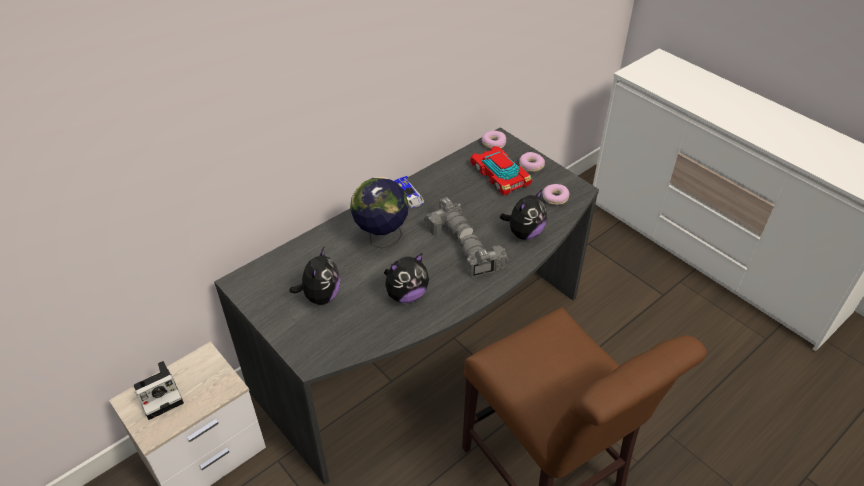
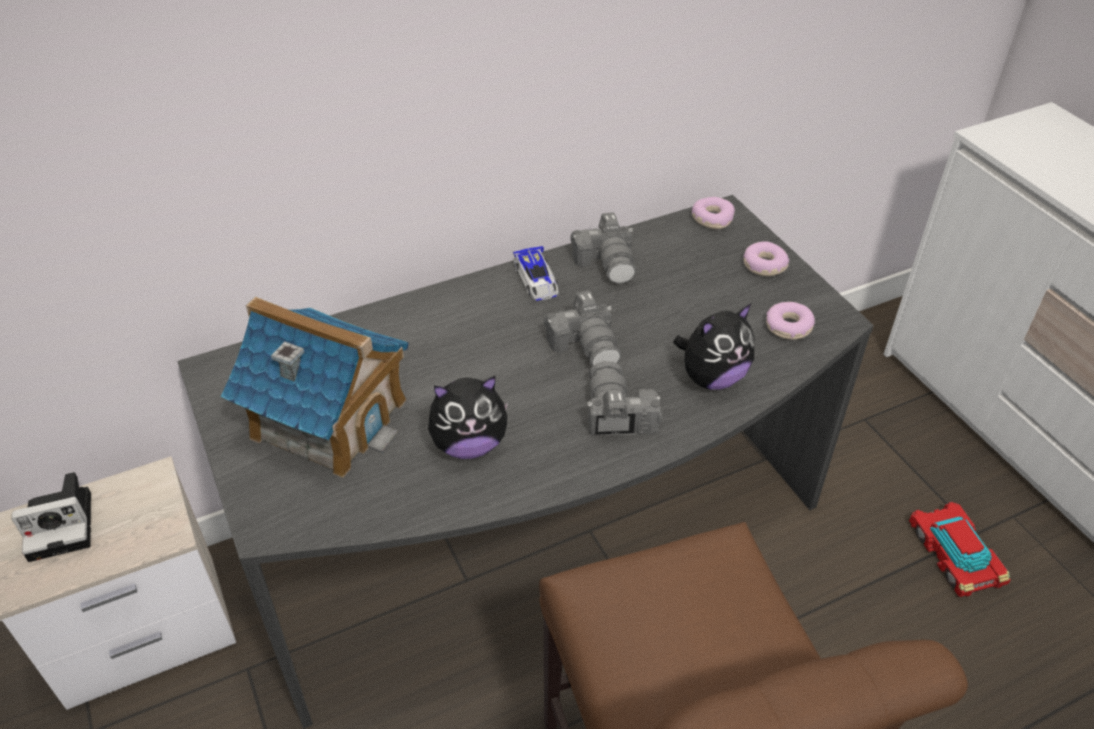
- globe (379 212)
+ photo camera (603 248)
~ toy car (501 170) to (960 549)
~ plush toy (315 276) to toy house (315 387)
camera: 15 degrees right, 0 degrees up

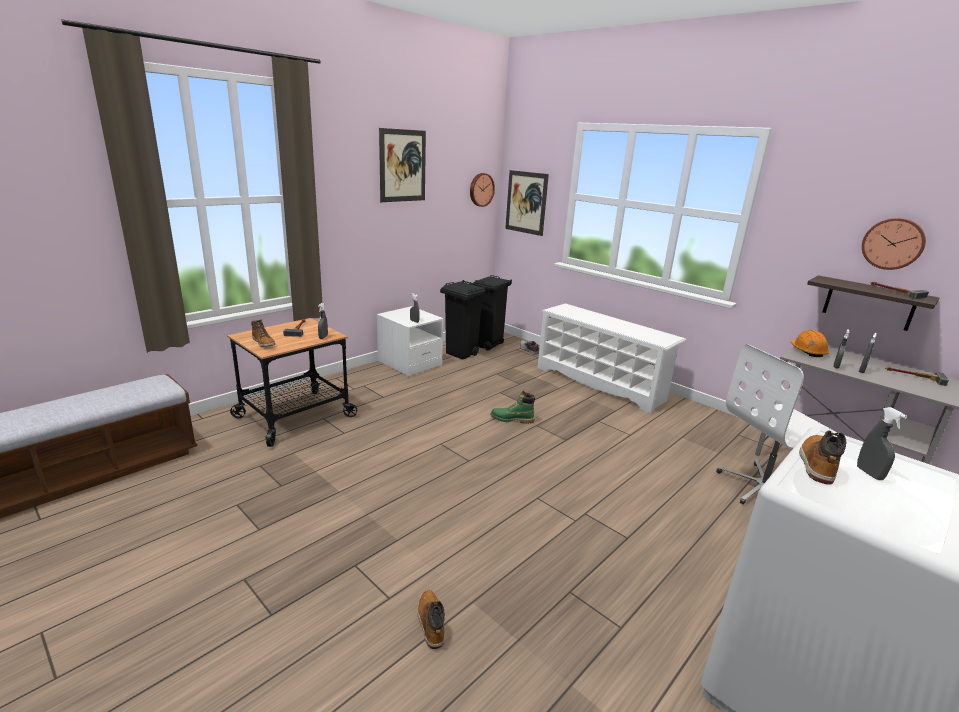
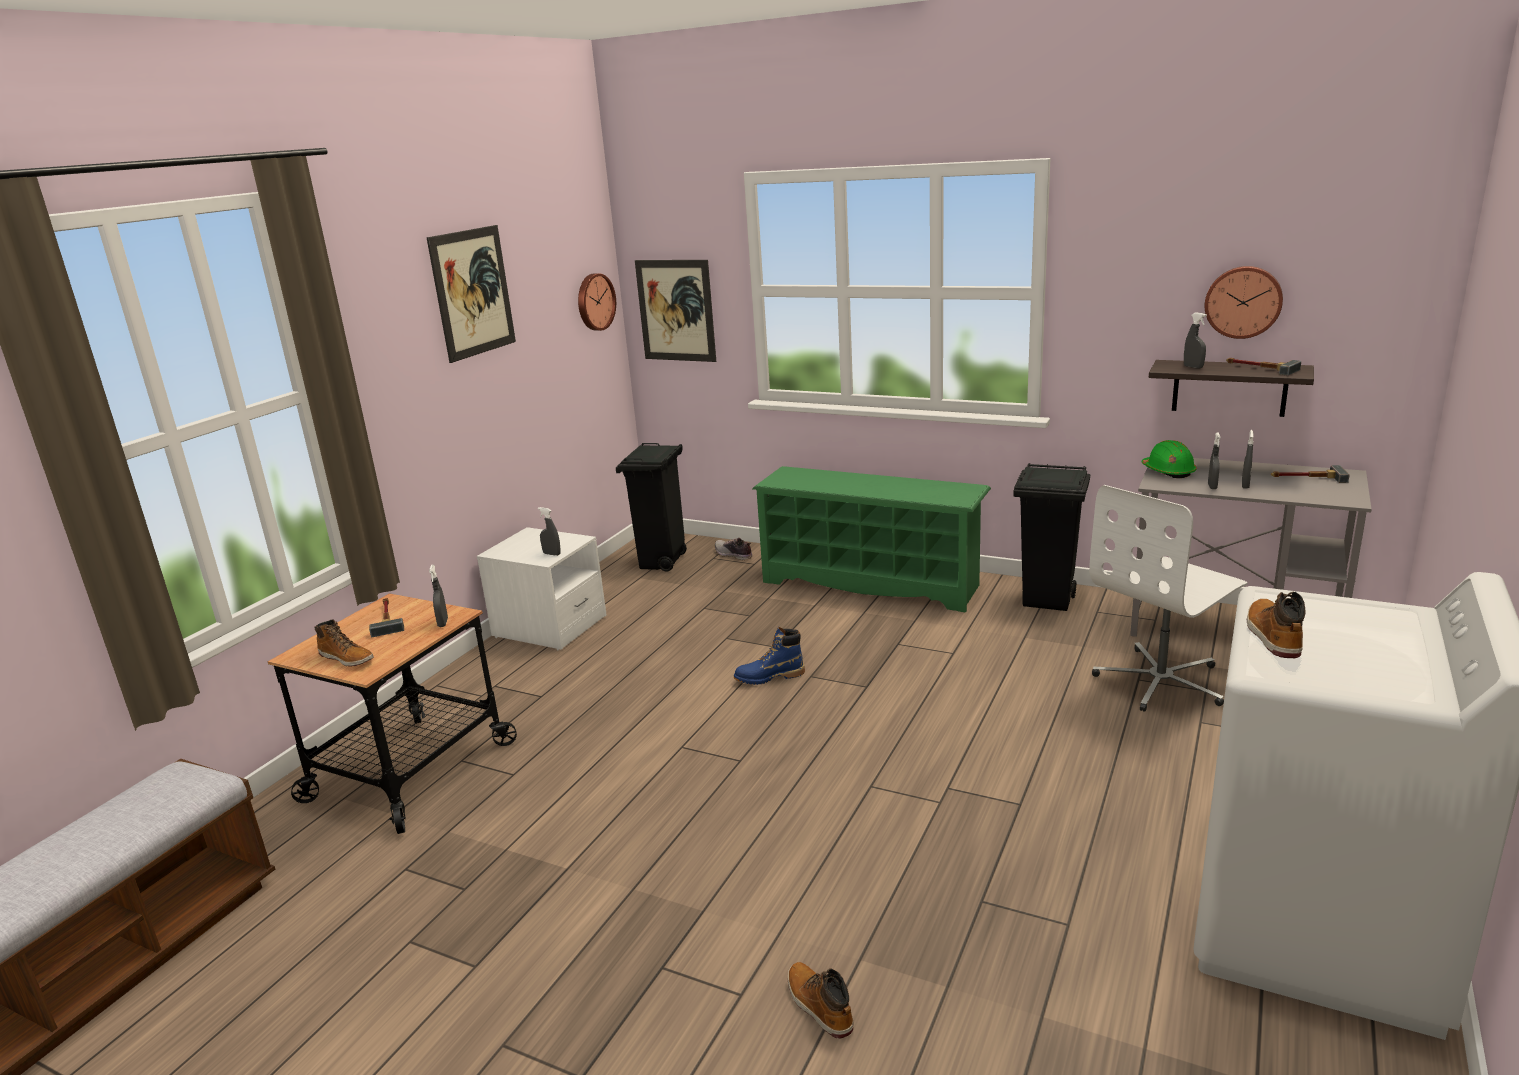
~ black trash can (463 320) to (1051 537)
~ grey spray bottle (882 443) to (1195 340)
~ green boot (512 407) to blue boot (769 656)
~ white shoe rack (612 359) to green shoe rack (871 539)
~ orange hard hat (809 343) to green hard hat (1169 459)
camera: 15 degrees left, 0 degrees up

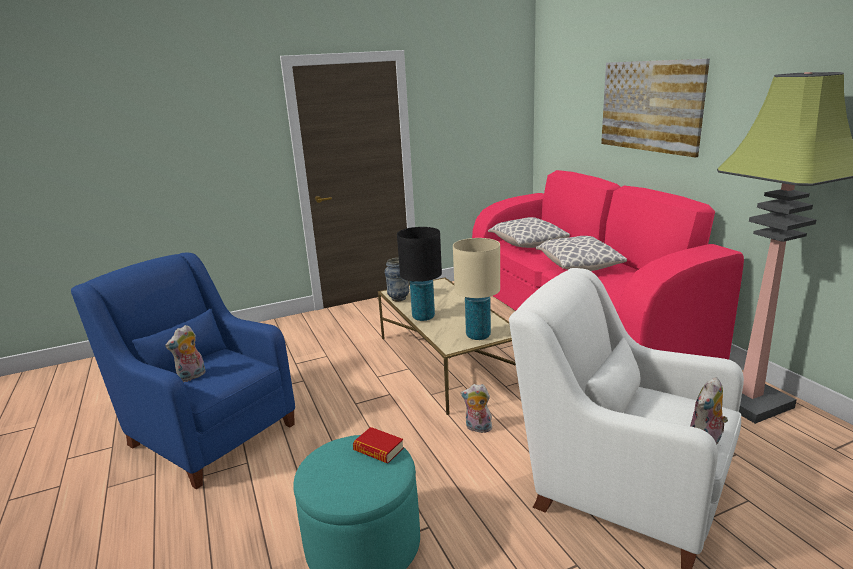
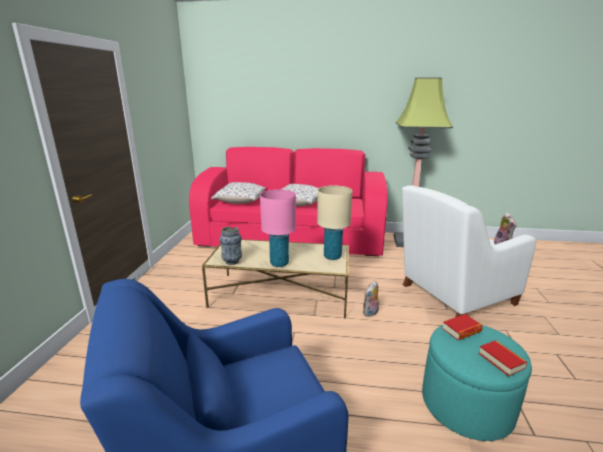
- plush toy (185 353)
- picture (655 108)
+ book (503 358)
~ black table lamp (419 274) to pink table lamp (278 228)
camera: 60 degrees left, 0 degrees up

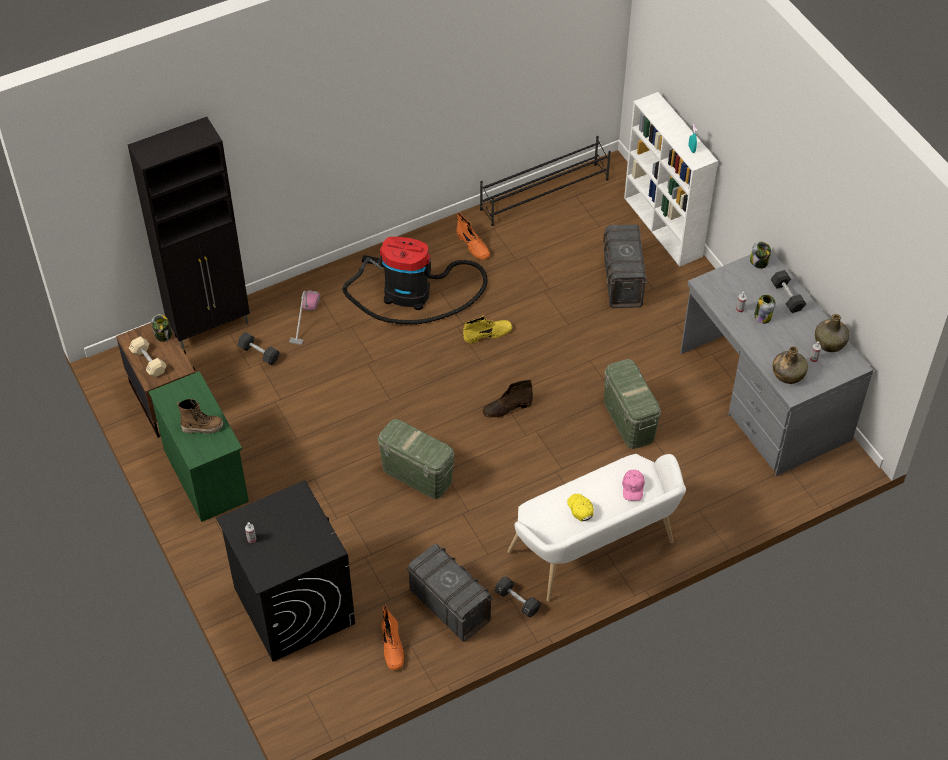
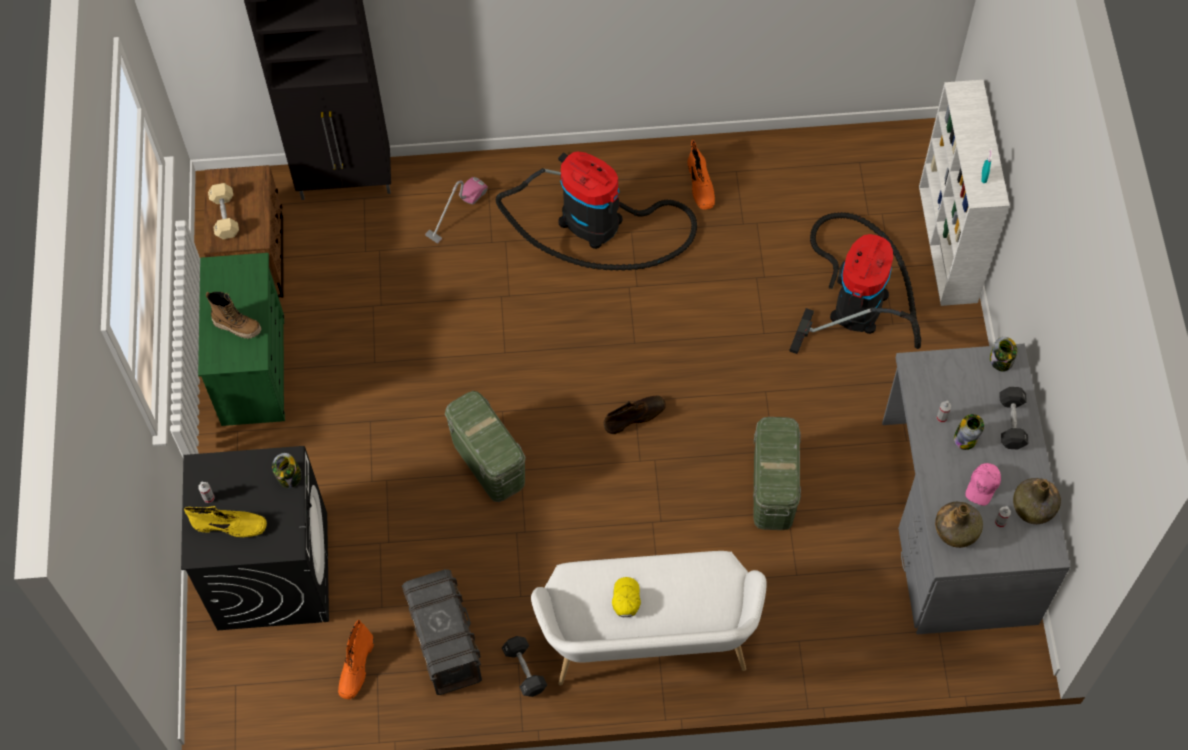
- black dumbbell (259 348)
- black shoe rack (545 181)
~ jar (161 328) to (287 470)
~ yellow boot (487 329) to (225 522)
~ pink cap (633 485) to (983 484)
~ grey storage box (625 266) to vacuum cleaner (855 283)
~ brown boot (508 399) = (635 414) 150 degrees clockwise
camera: 25 degrees right, 10 degrees up

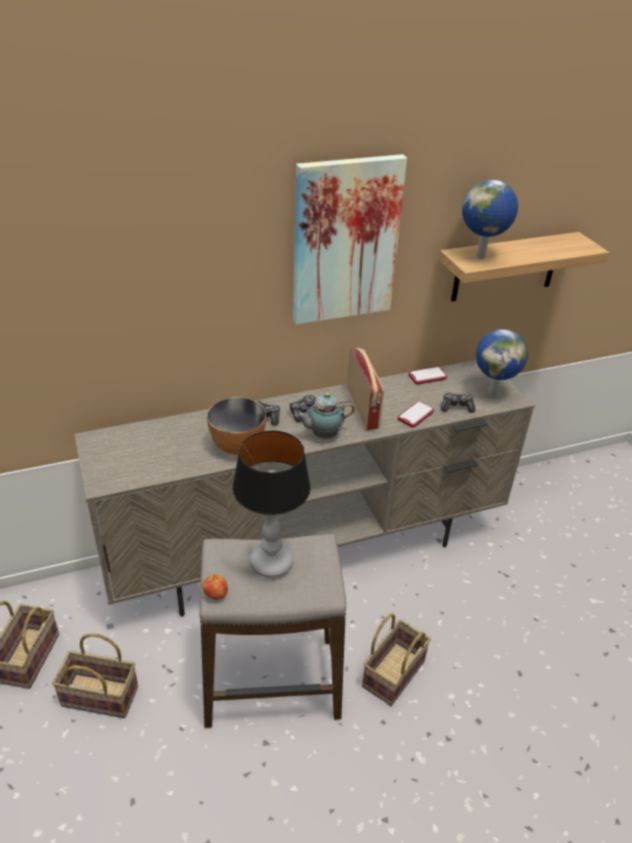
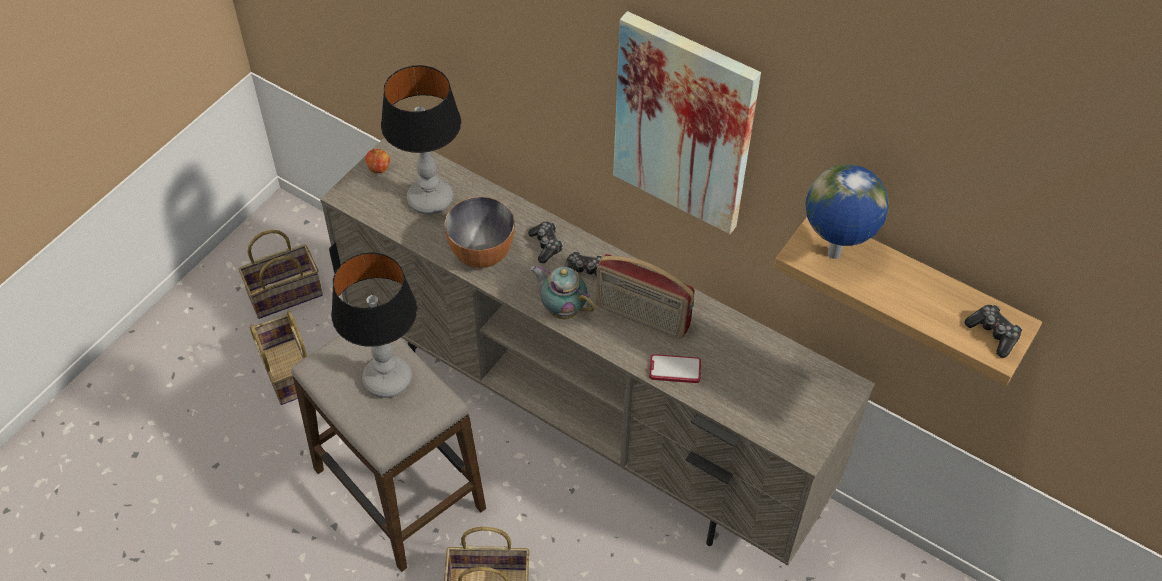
- phone (428 376)
- globe (502 363)
+ table lamp (421 140)
~ apple (215 587) to (377 161)
~ game controller (458 402) to (993 331)
~ radio (365 389) = (645 296) 75 degrees clockwise
camera: 55 degrees right, 15 degrees up

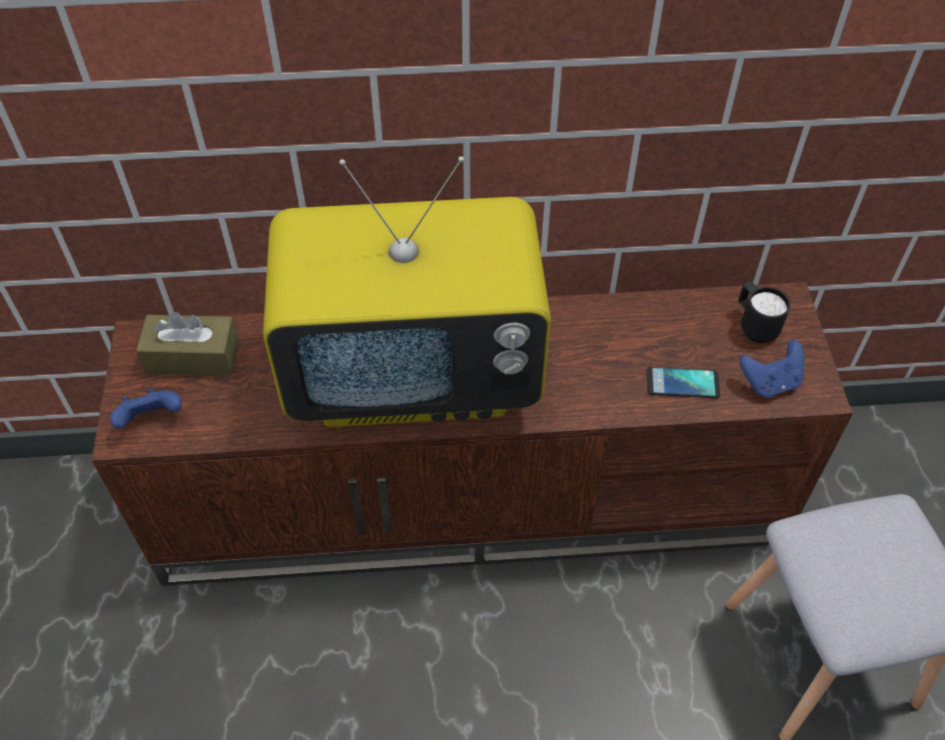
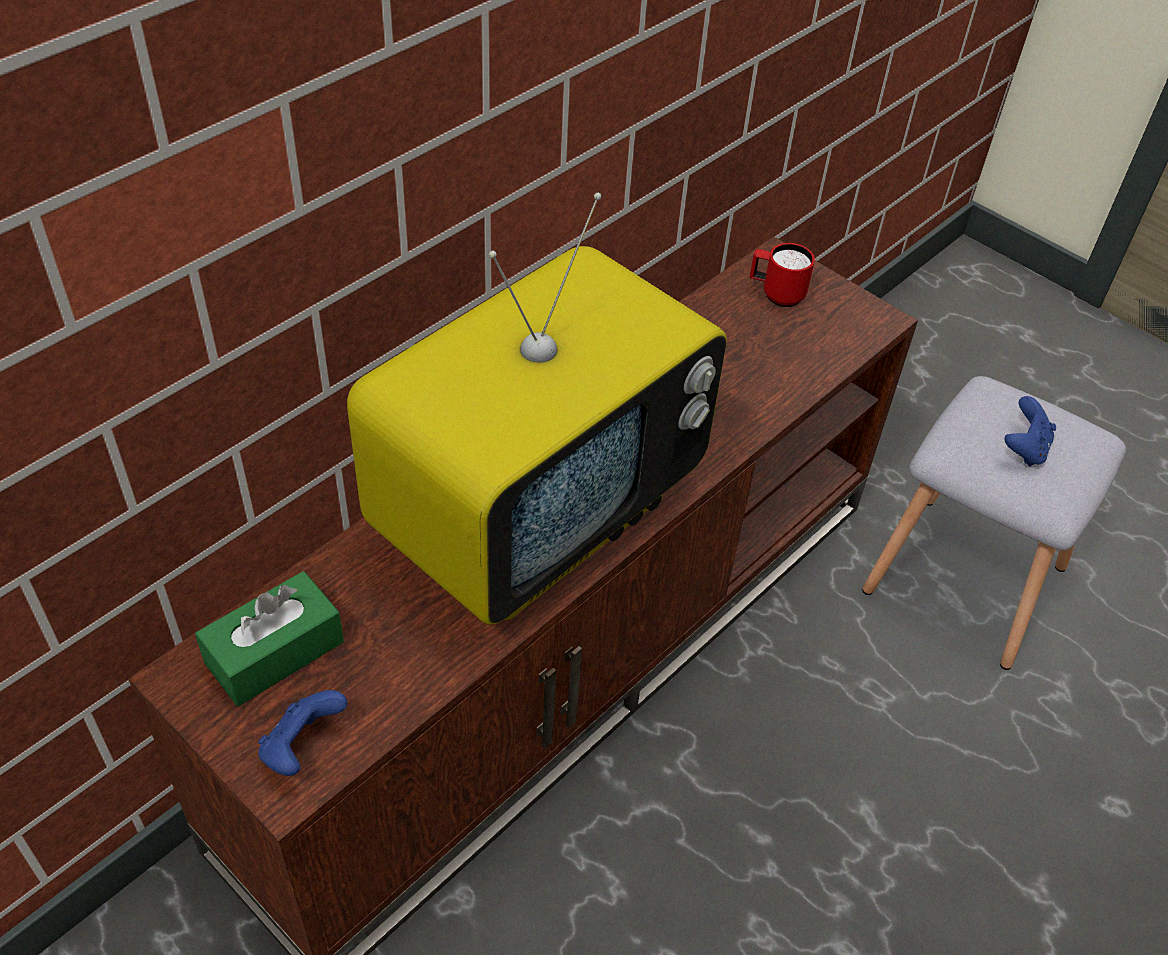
- phone (683 382)
~ blue game controller (772 368) to (1030 431)
~ brown tissue box (187 344) to green tissue box (269 638)
~ black mug (764 312) to red mug (782 275)
camera: 45 degrees left, 5 degrees down

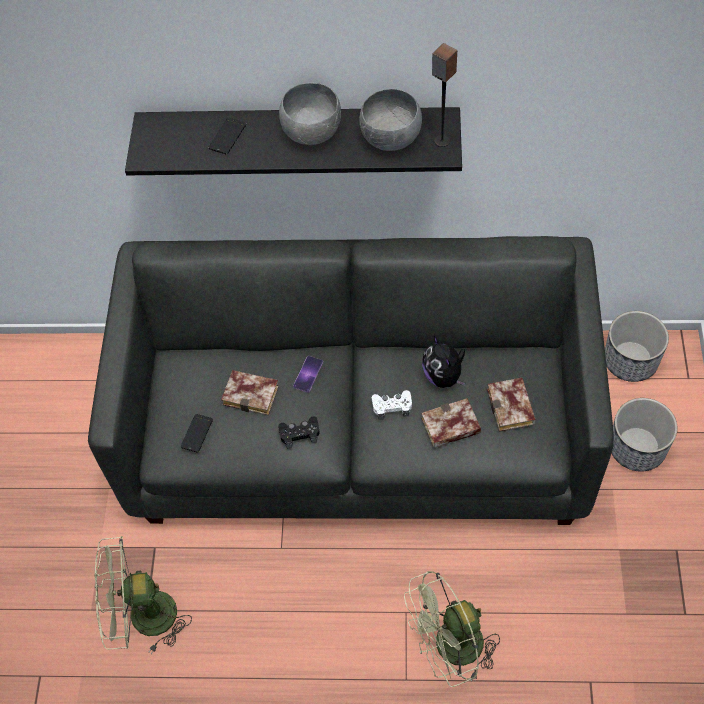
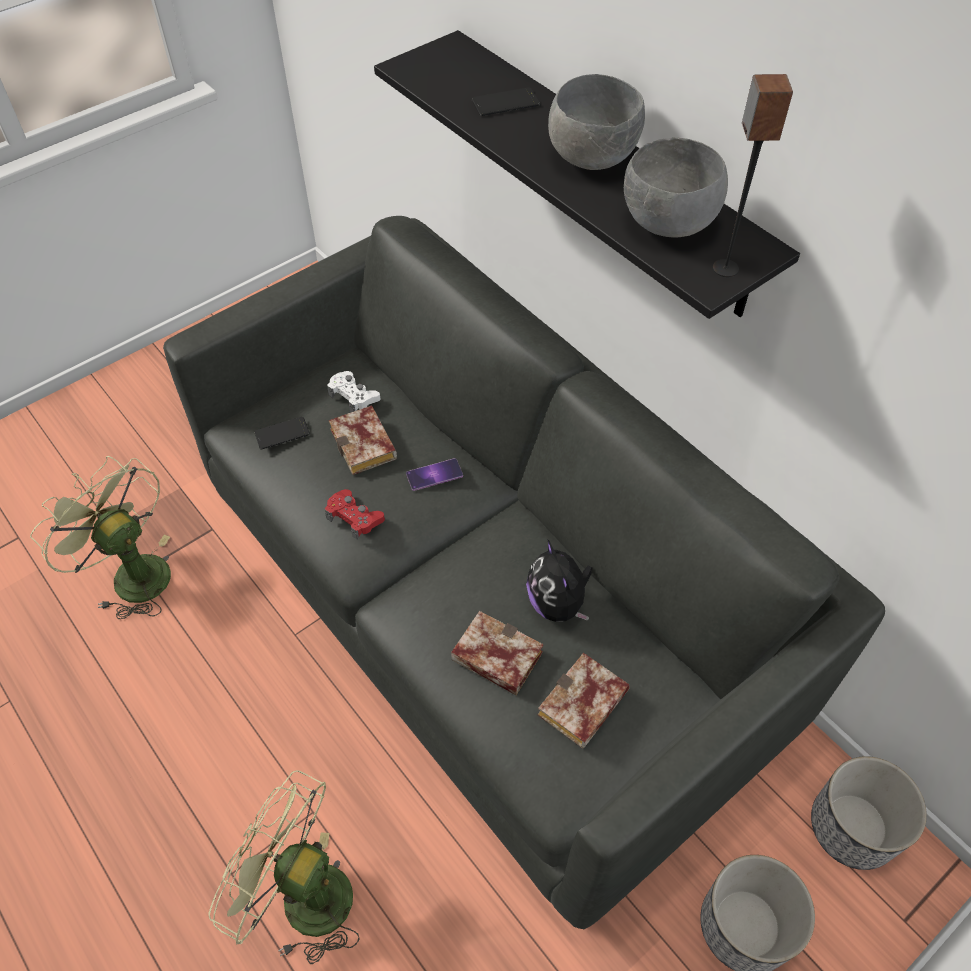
~ white game controller (392 405) to (354 391)
~ black game controller (299 432) to red game controller (355 514)
~ plush toy (443 361) = (559 580) 45 degrees counterclockwise
camera: 45 degrees right, 5 degrees down

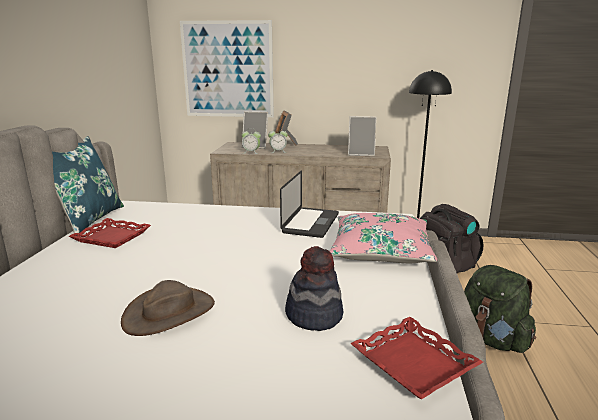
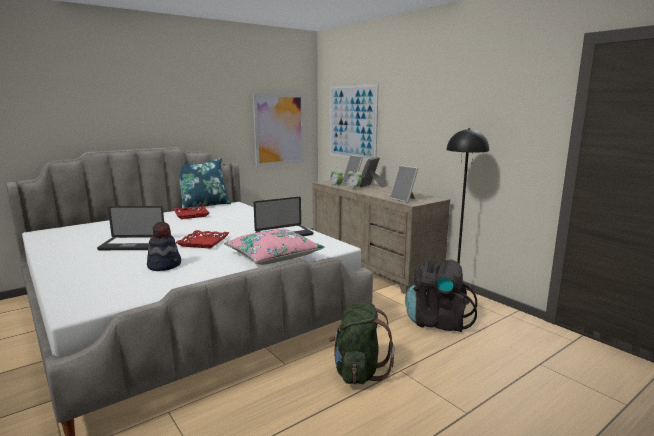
+ picture (278 130)
~ red tray (416 358) to (202 239)
~ brown hat (168 308) to laptop (130 228)
camera: 45 degrees right, 5 degrees down

